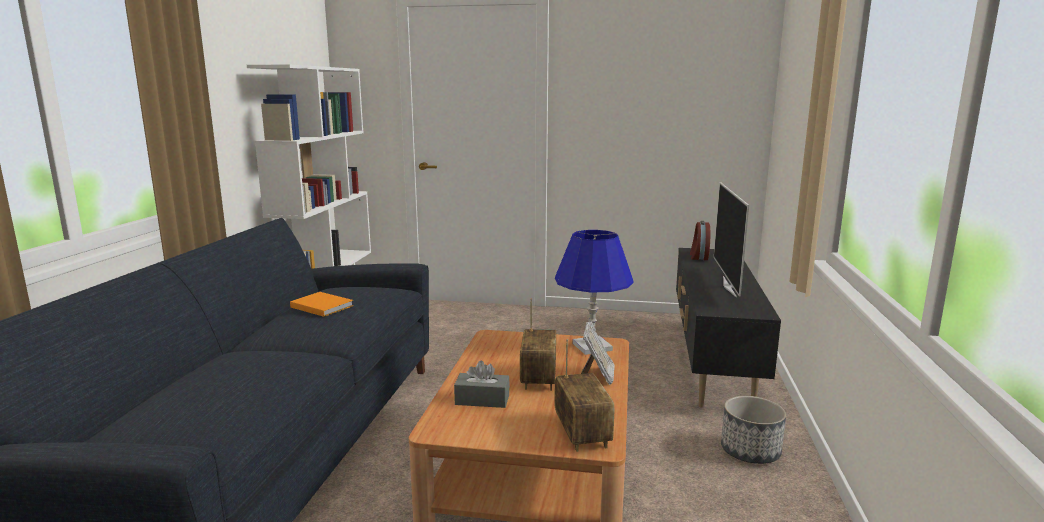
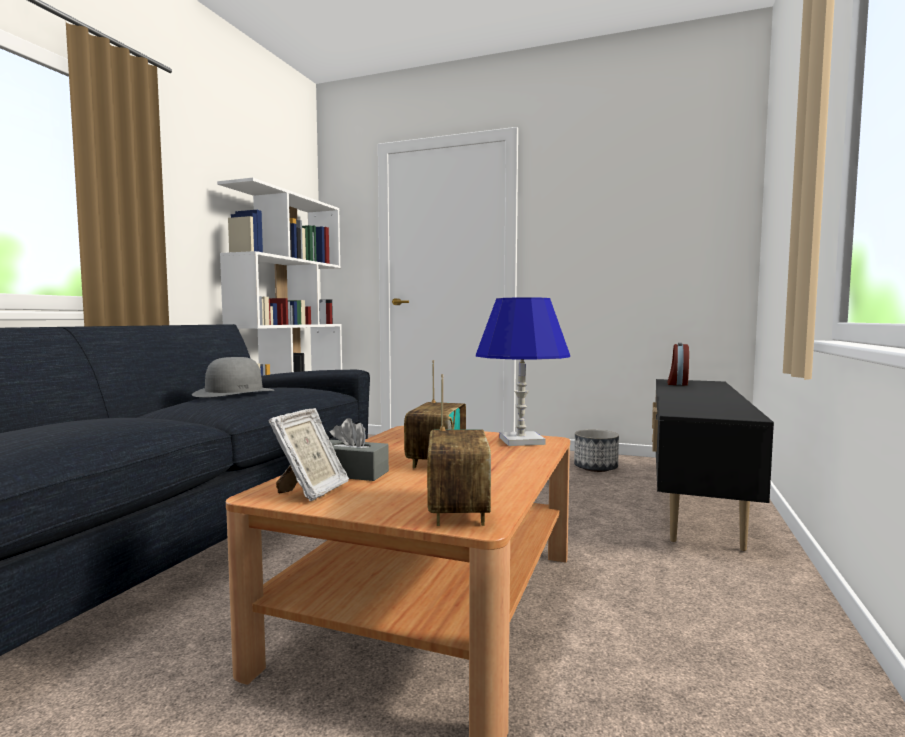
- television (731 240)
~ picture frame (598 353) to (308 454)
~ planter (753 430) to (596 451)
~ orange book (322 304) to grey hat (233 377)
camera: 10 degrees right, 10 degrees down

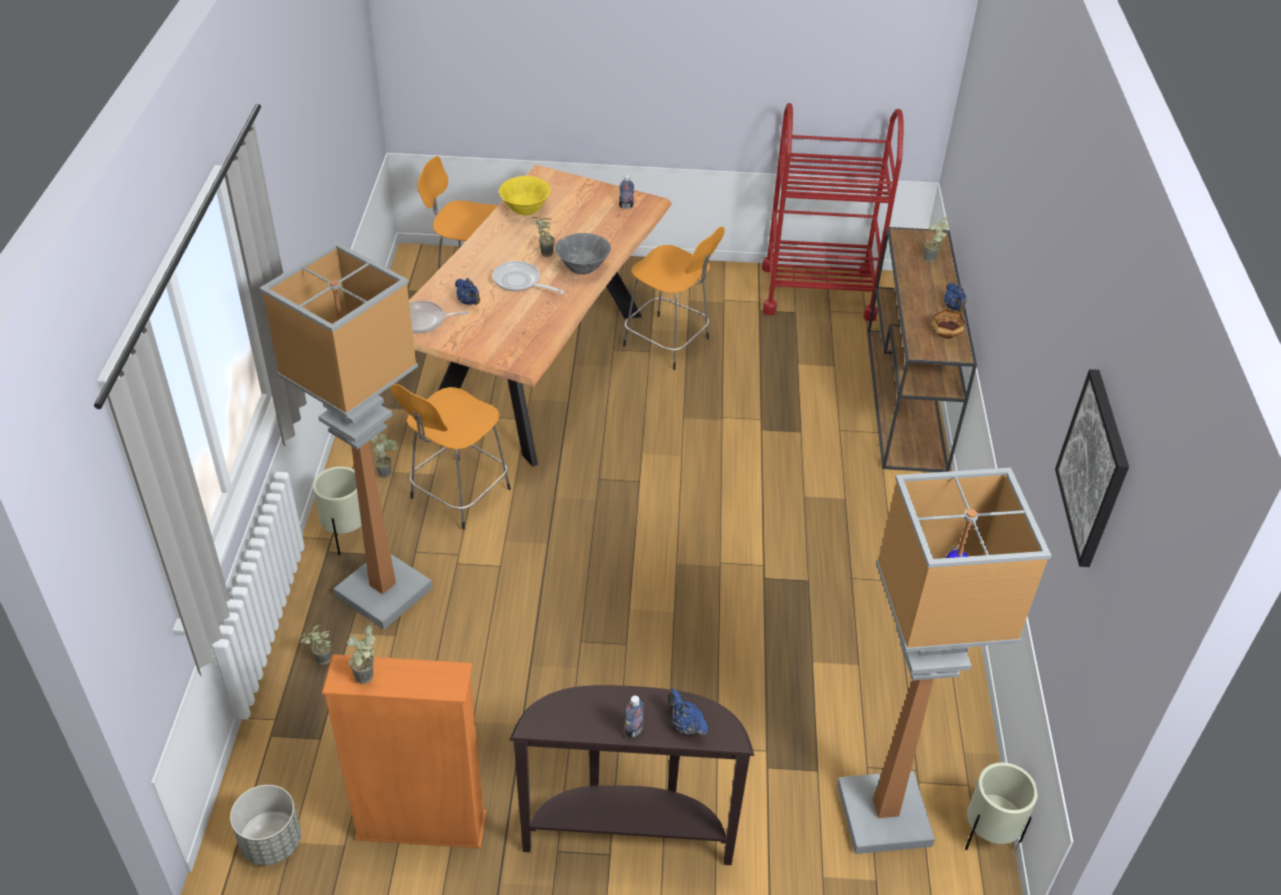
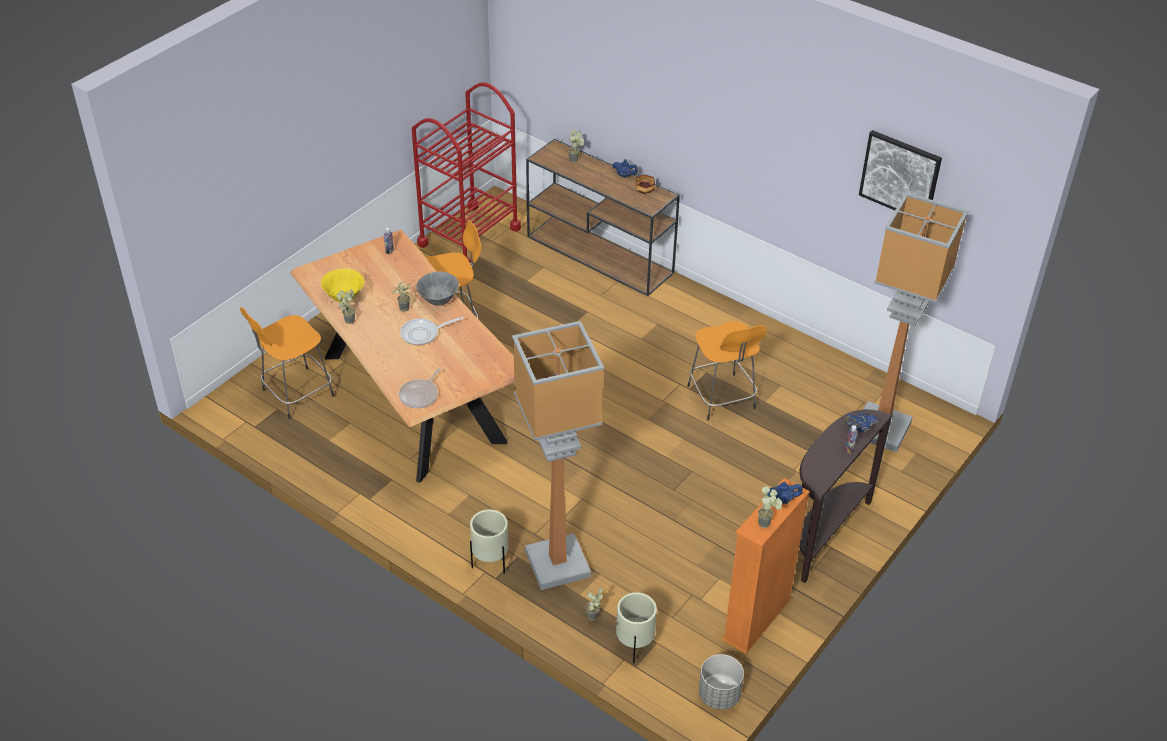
~ potted plant (384 456) to (346 306)
~ orange stool (451 457) to (727 370)
~ blue teapot (467 291) to (785 493)
~ beige planter (1001 806) to (636 627)
camera: 55 degrees left, 0 degrees up

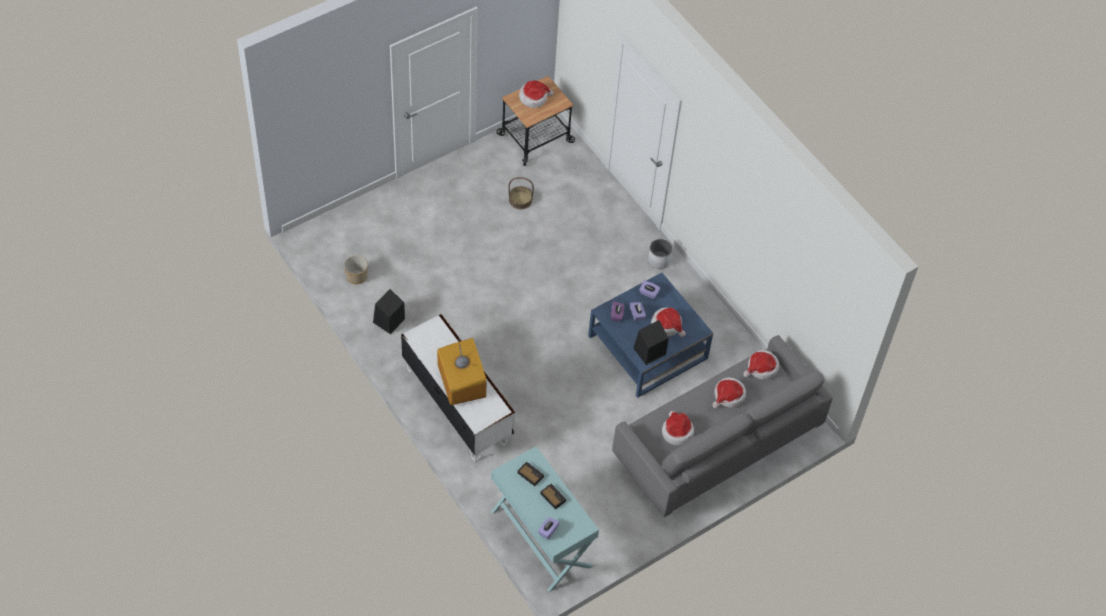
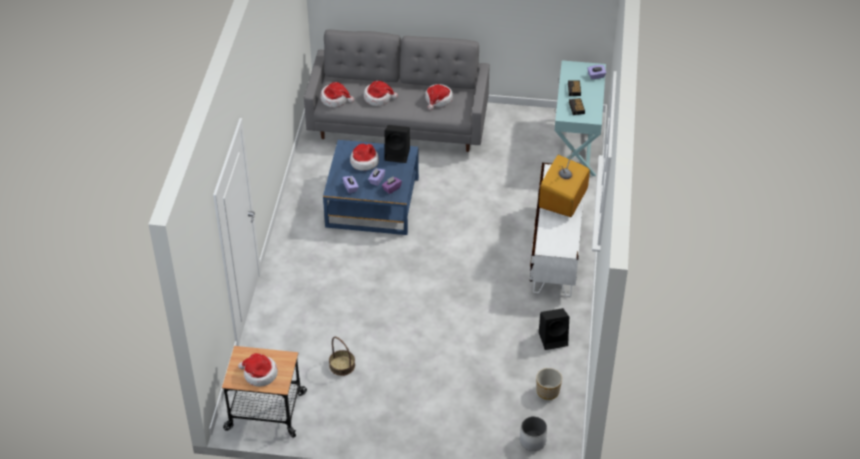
~ white planter (660 254) to (533 433)
camera: 135 degrees left, 10 degrees down

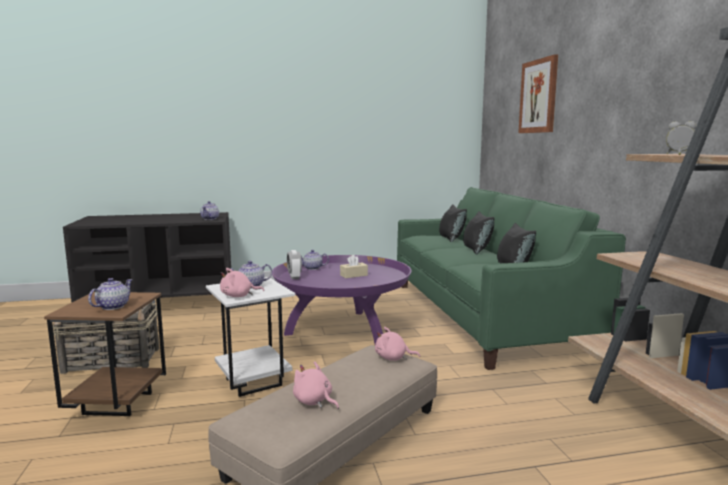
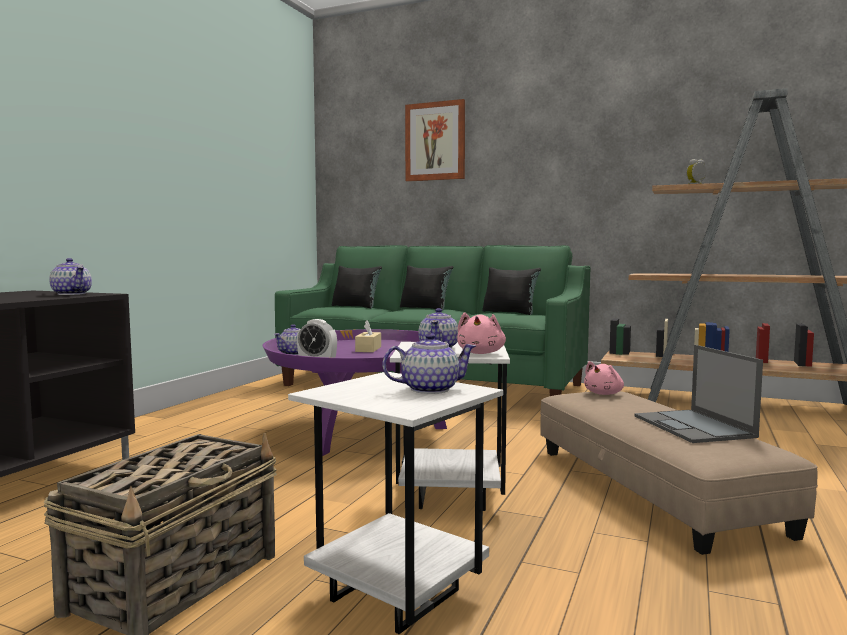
~ pink plush toy (316 385) to laptop (698 394)
~ brown side table (105 354) to white side table (395 503)
~ teapot (110 294) = (429 363) 105 degrees clockwise
camera: 55 degrees left, 5 degrees down

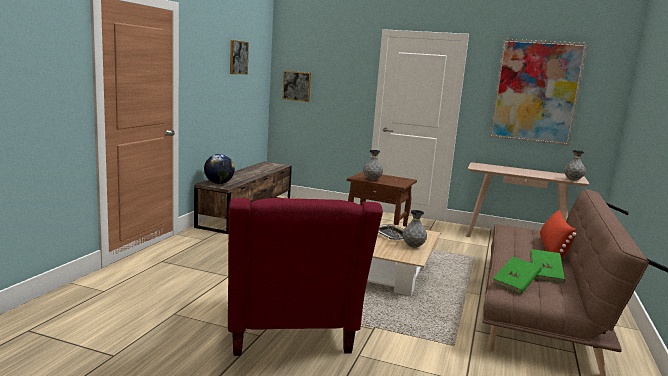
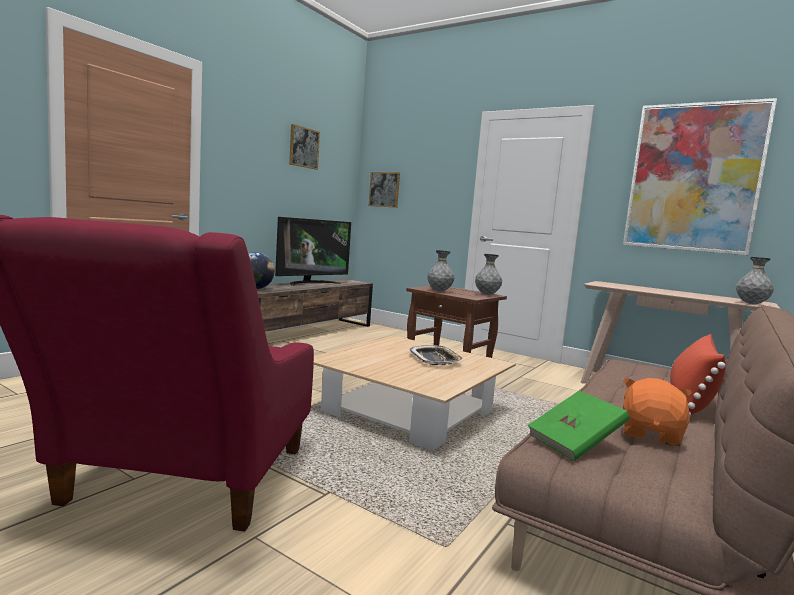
+ television (313 251)
~ grey vase (415 229) to (488 274)
~ green book (547 266) to orange plush toy (657 412)
camera: 15 degrees right, 5 degrees down

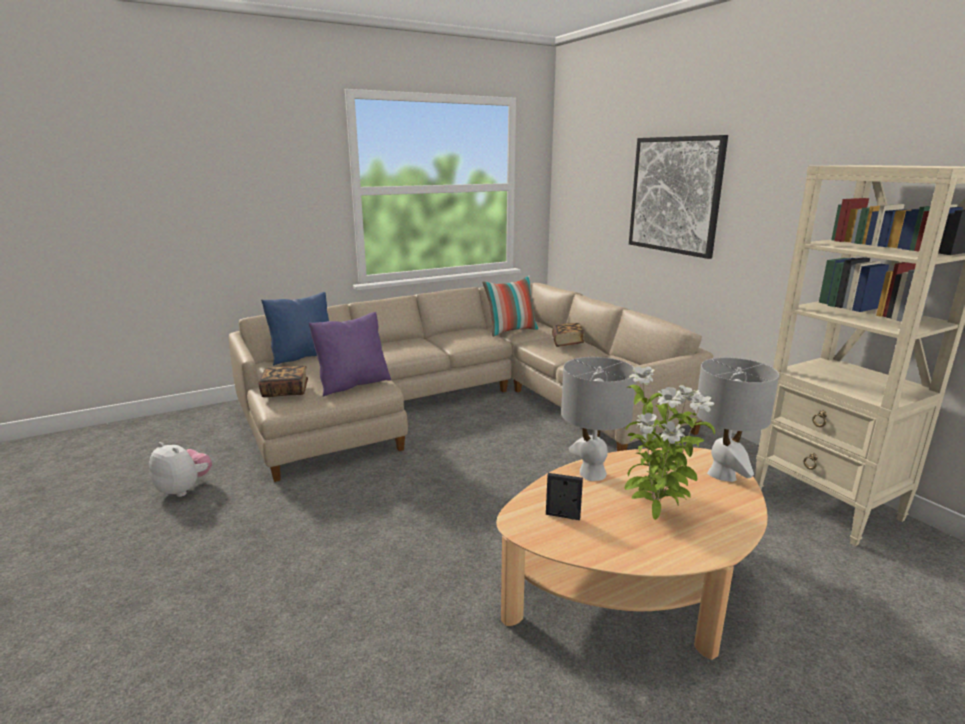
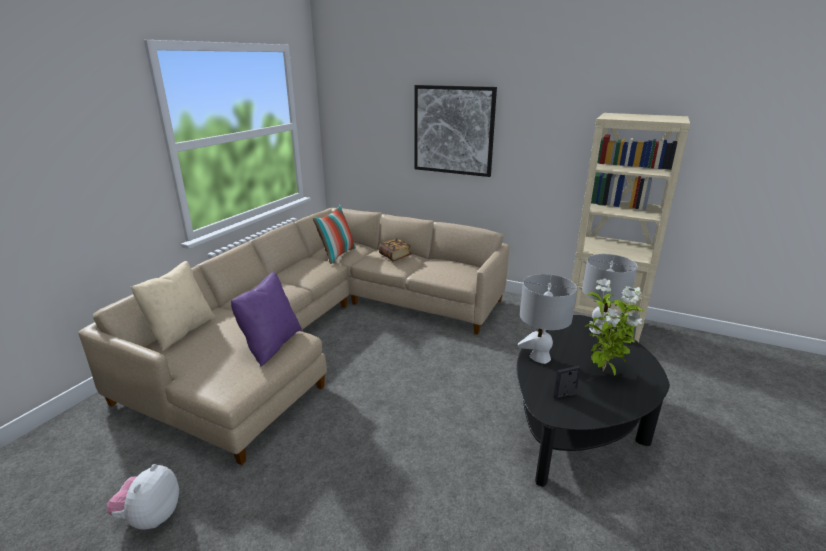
- book (283 381)
~ blue pillow (295 328) to beige pillow (173 306)
~ beige coffee table (632 554) to black coffee table (593 401)
~ plush toy (180 469) = (142 496) 75 degrees counterclockwise
camera: 35 degrees left, 5 degrees up

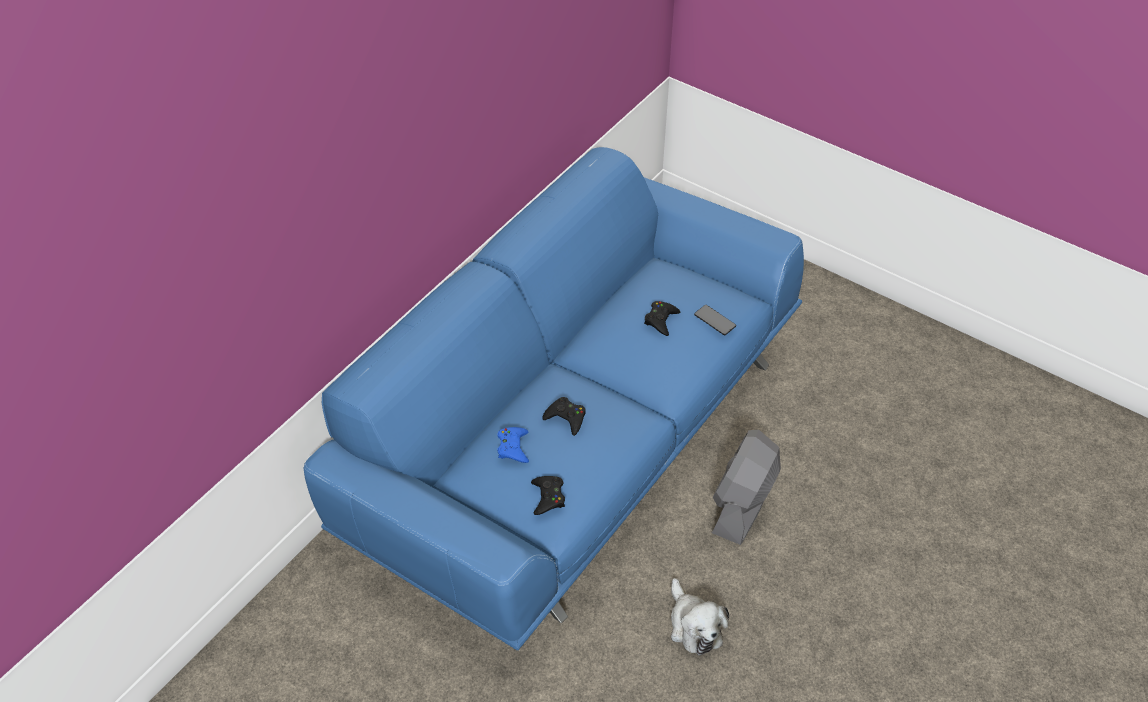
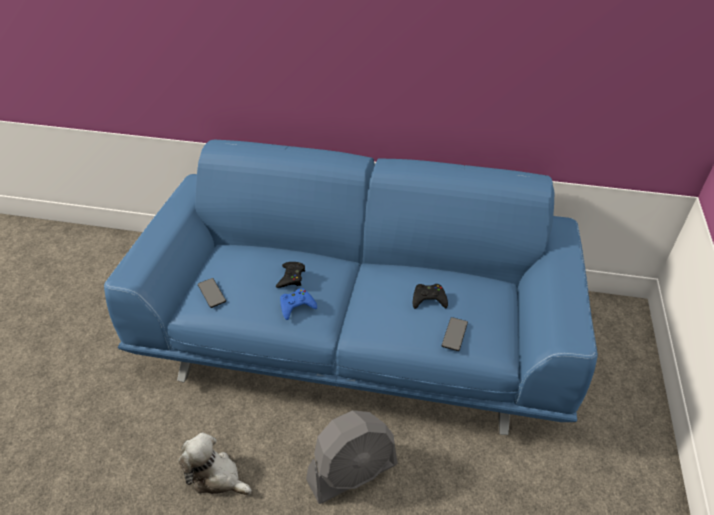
~ blue game controller (513 445) to (298 304)
~ black game controller (548 495) to phone (212 293)
~ plush toy (700 617) = (215 463) 75 degrees clockwise
~ grey fan (746 487) = (352 457) 150 degrees clockwise
camera: 65 degrees right, 5 degrees down

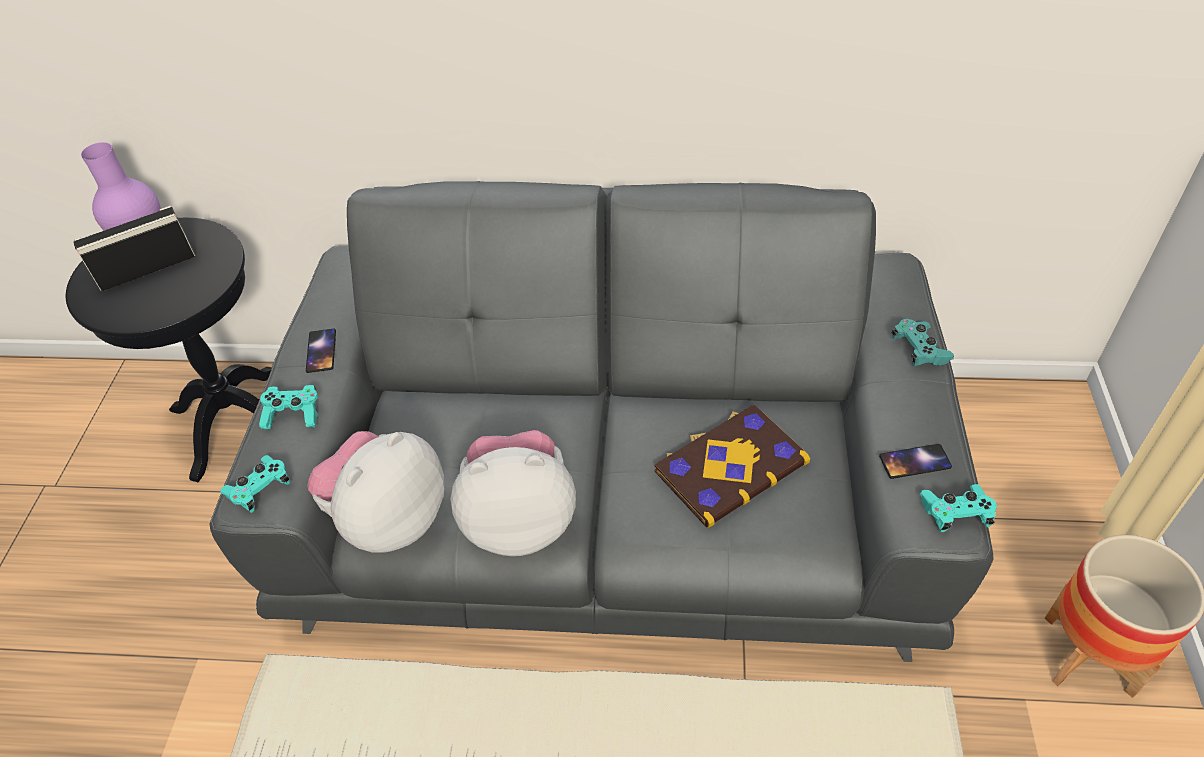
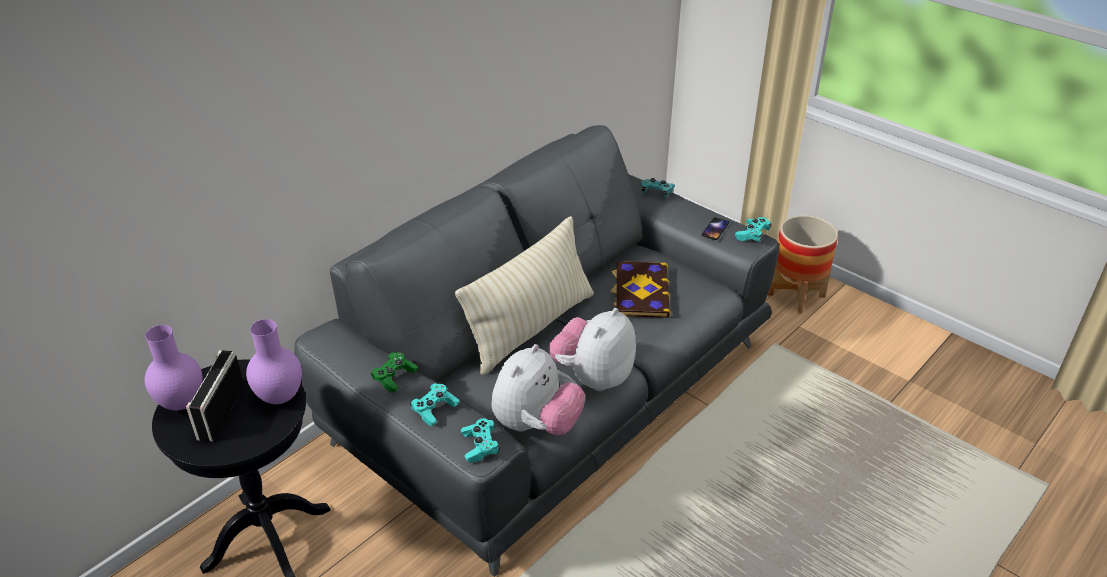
+ purple vase (274 361)
+ beige pillow (524 295)
~ phone (321 351) to green game controller (394 372)
~ plush toy (376 492) = (538 389) 135 degrees counterclockwise
camera: 55 degrees left, 10 degrees down

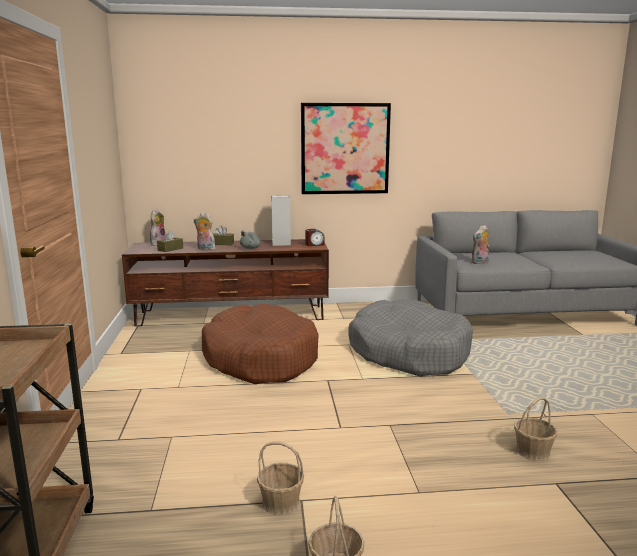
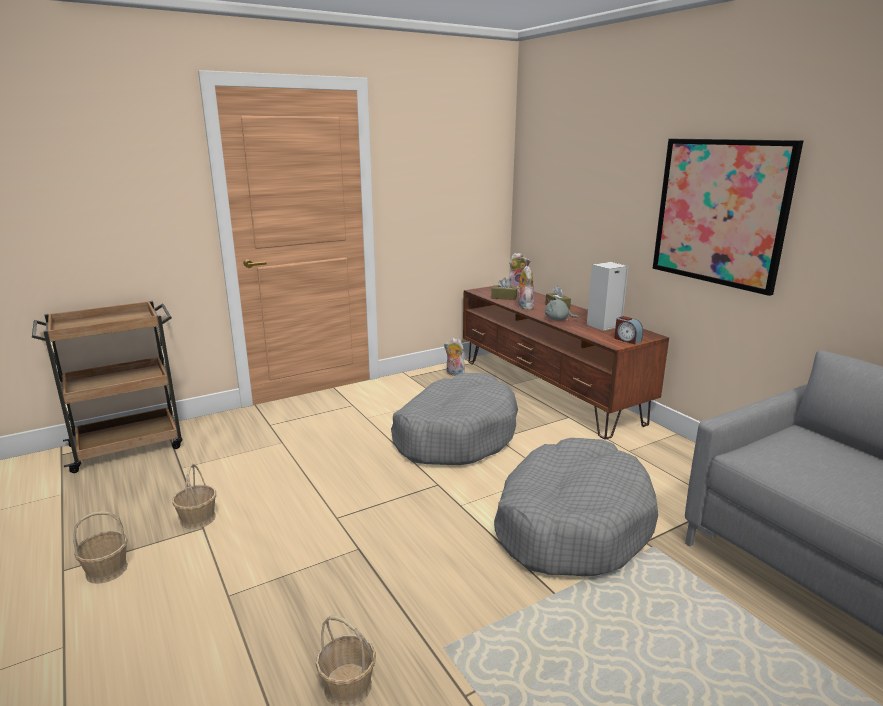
~ plush toy (481 244) to (454 357)
~ brown dog bed (260 344) to grey dog bed (454 419)
camera: 65 degrees right, 5 degrees up

